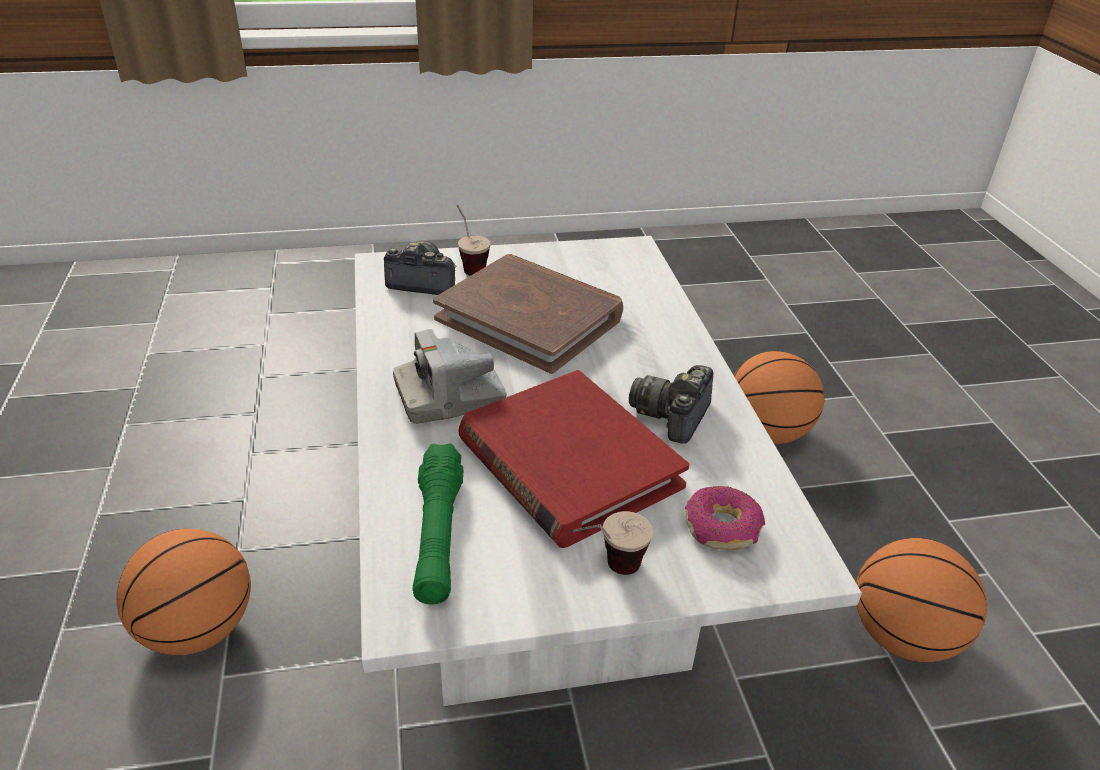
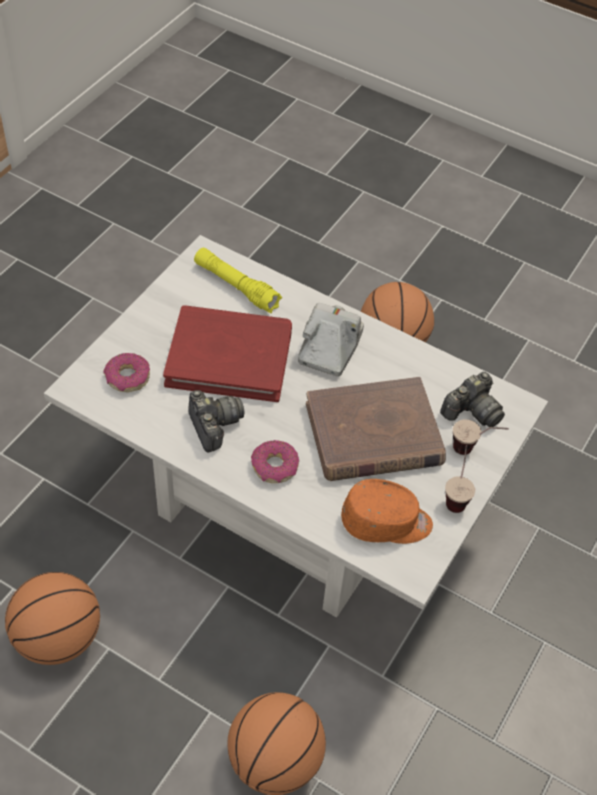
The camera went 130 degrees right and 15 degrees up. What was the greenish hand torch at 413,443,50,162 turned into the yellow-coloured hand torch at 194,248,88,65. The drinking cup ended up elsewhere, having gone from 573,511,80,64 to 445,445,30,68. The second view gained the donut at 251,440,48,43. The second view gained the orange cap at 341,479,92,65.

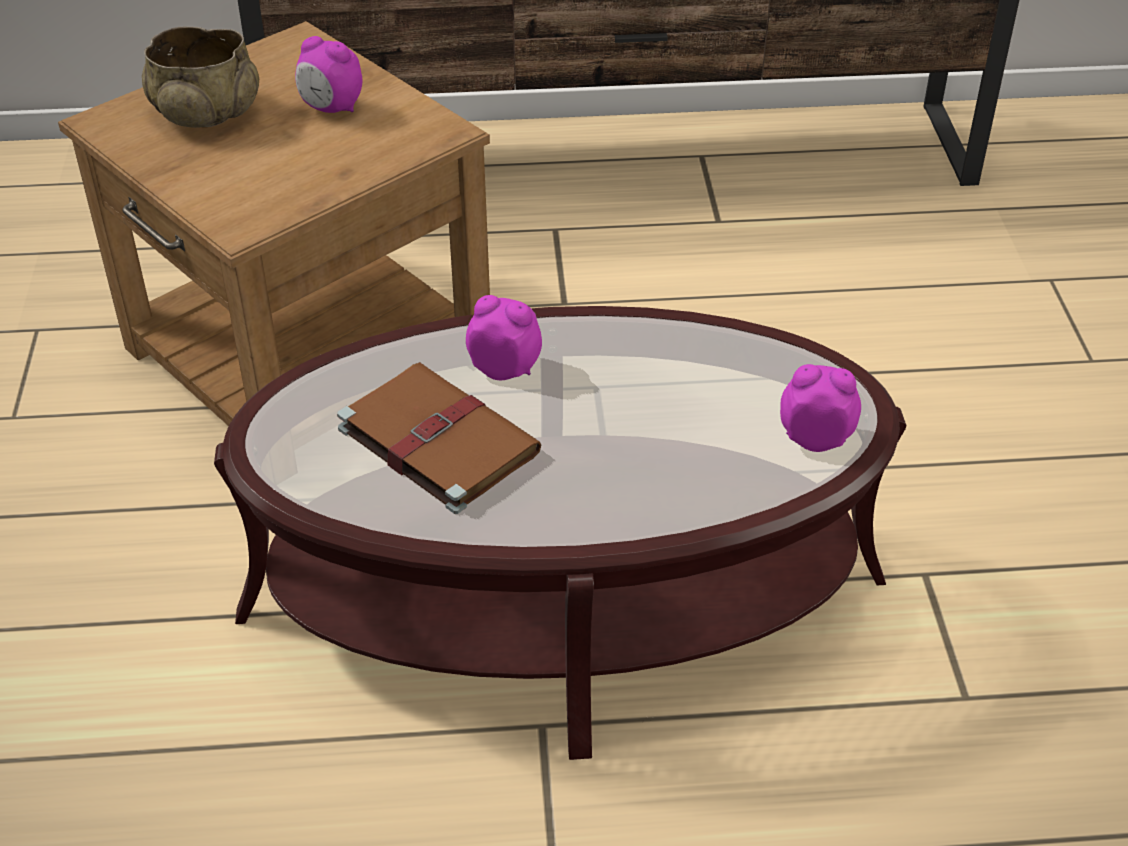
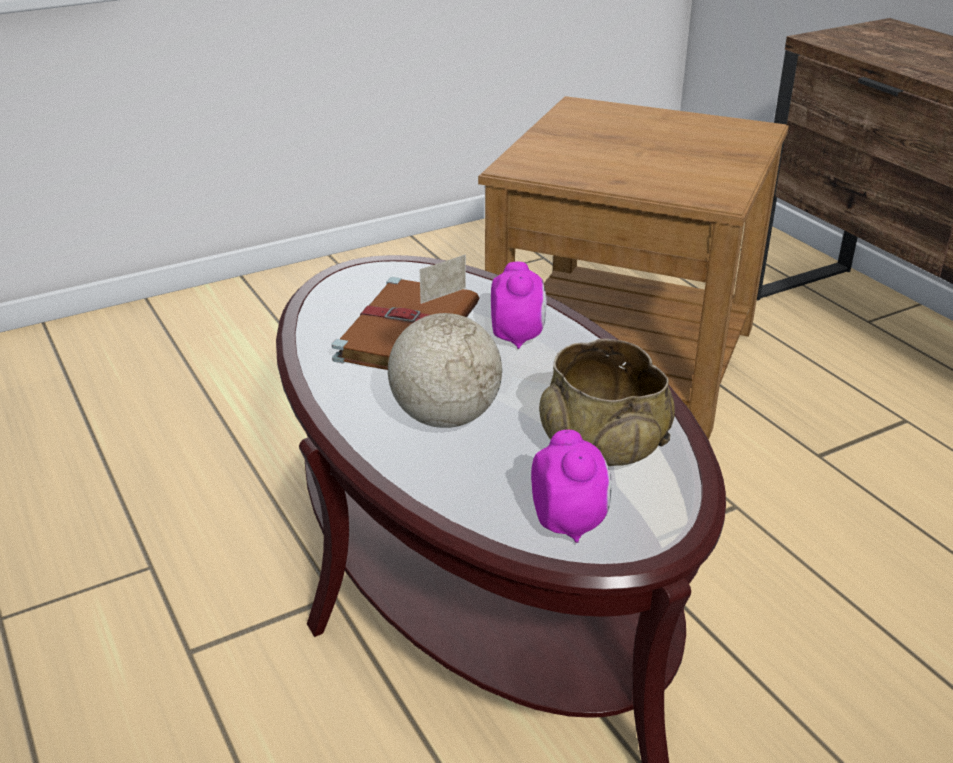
The camera went 65 degrees right and 10 degrees down. The beige-coloured serving bowl ended up elsewhere, having gone from 142,26,117,102 to 539,338,136,128. The second view lost the bedside clock at 295,36,67,77. The second view gained the globe at 388,255,114,173.

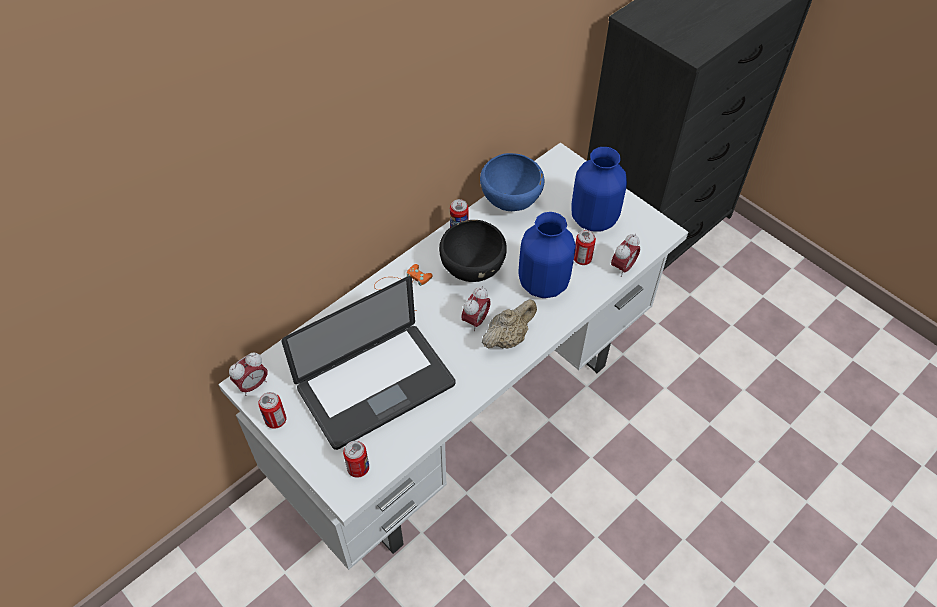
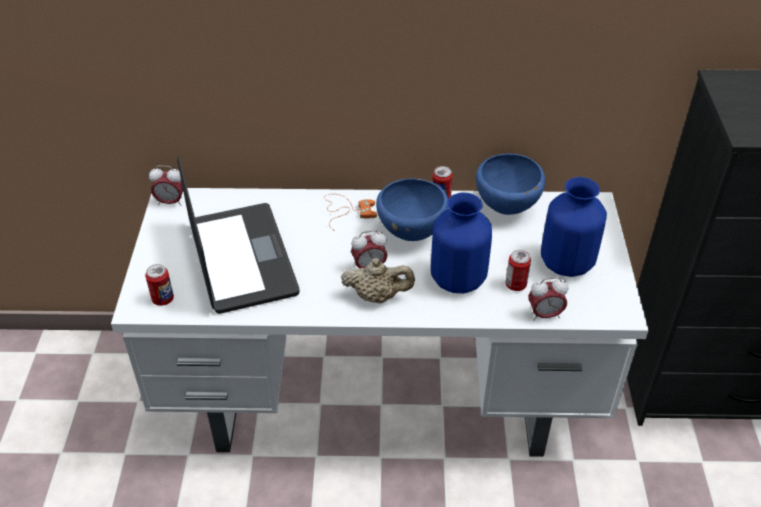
The camera went 45 degrees right and 10 degrees down. What was the black serving bowl at 439,220,68,62 turned into the blue-coloured serving bowl at 376,179,73,62. The notebook computer at 282,276,174,174 ended up facing another way, 120 degrees counterclockwise from before. The second view lost the can at 258,392,28,37.

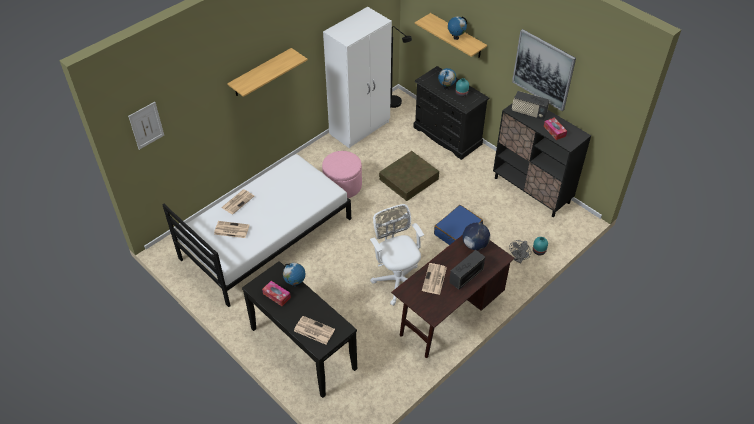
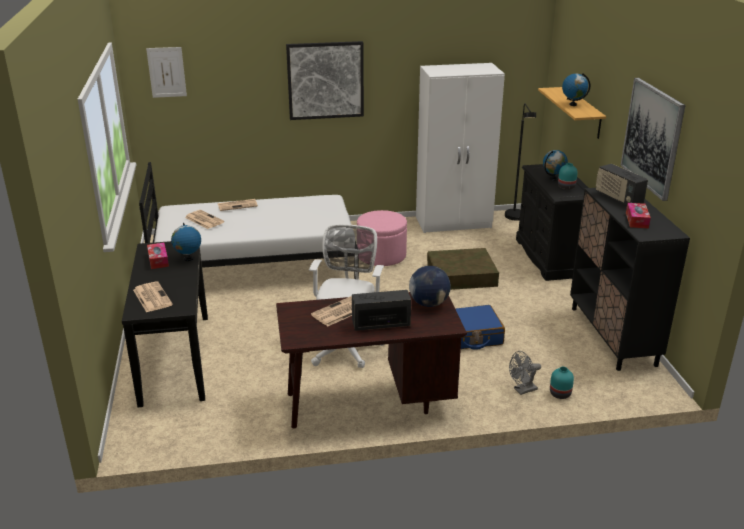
The camera went 35 degrees right and 20 degrees down. Where the wall shelf hung at 227,48,81,49, the wall art came to hang at 286,41,78,79.

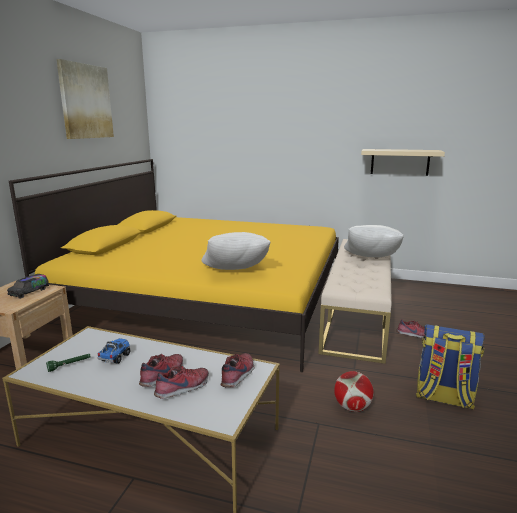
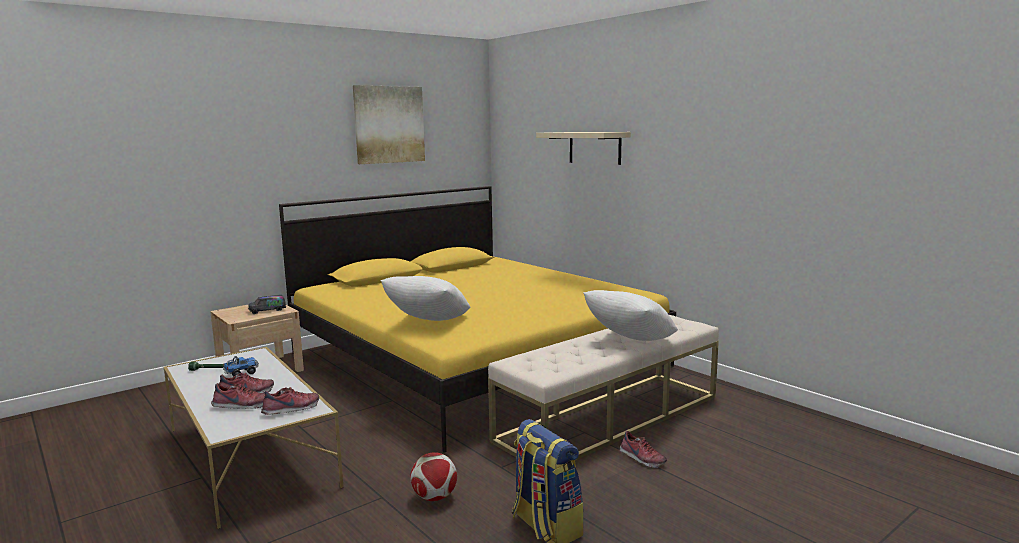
The camera went 35 degrees right and 5 degrees down. The beige-coloured wall shelf ended up elsewhere, having gone from 361,149,84,27 to 536,132,95,33.

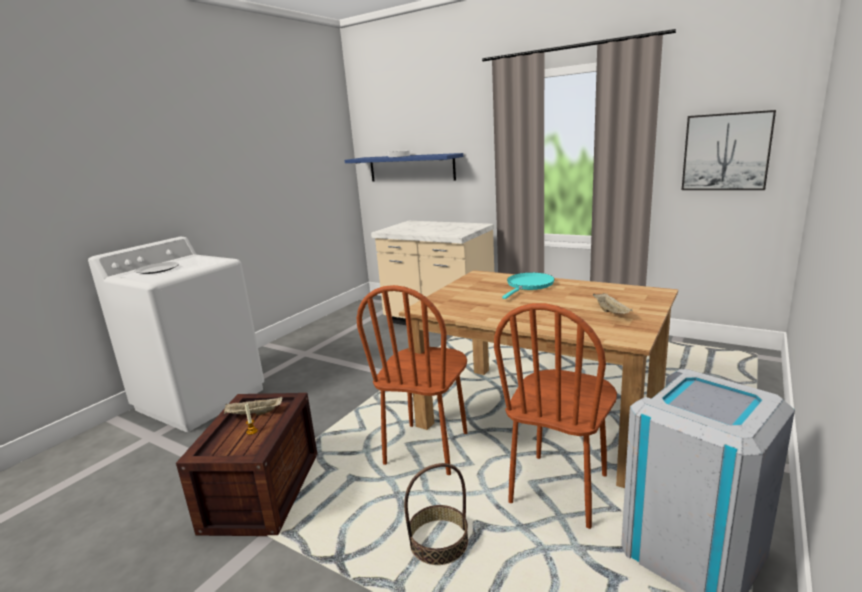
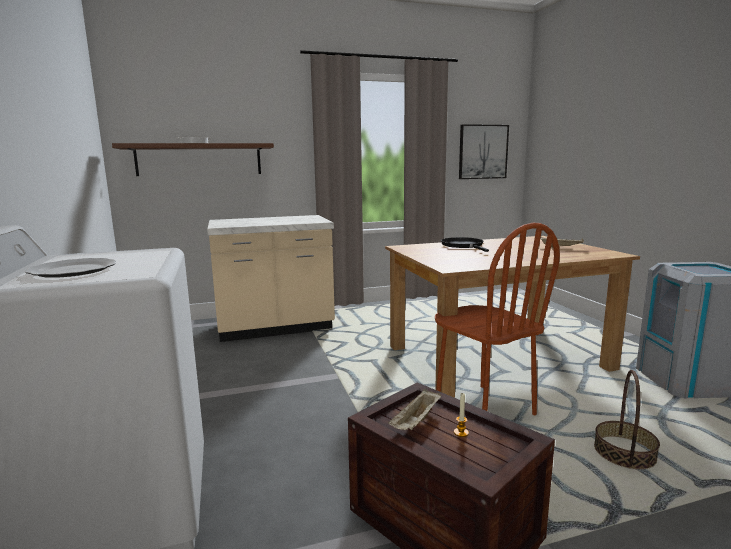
The camera went 50 degrees left and 5 degrees down. What was the blue-coloured wall shelf at 344,153,119,28 turned into the brownish wall shelf at 112,143,162,33. What was the turquoise frying pan at 502,273,53,26 turned into the black frying pan at 441,237,48,15. The second view lost the brownish chair at 494,303,123,226.

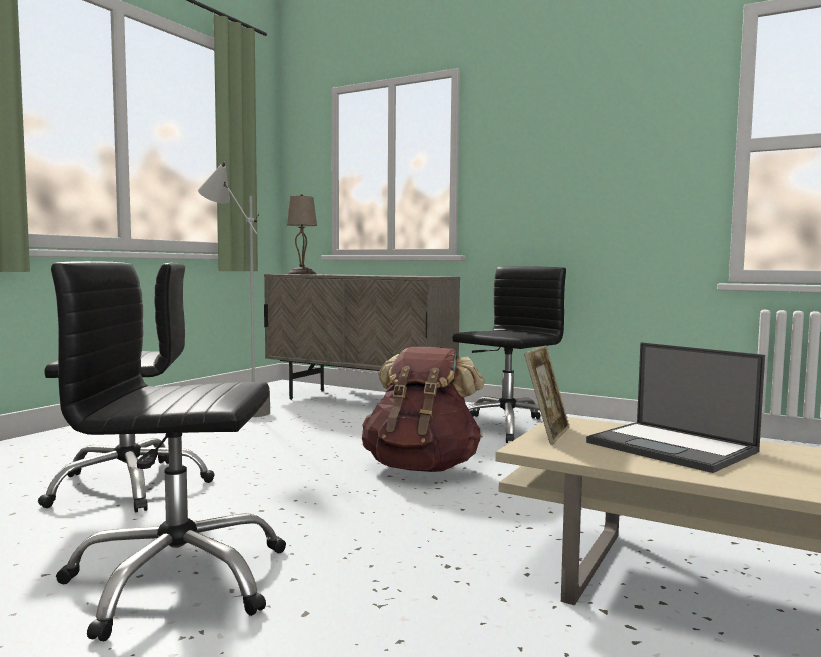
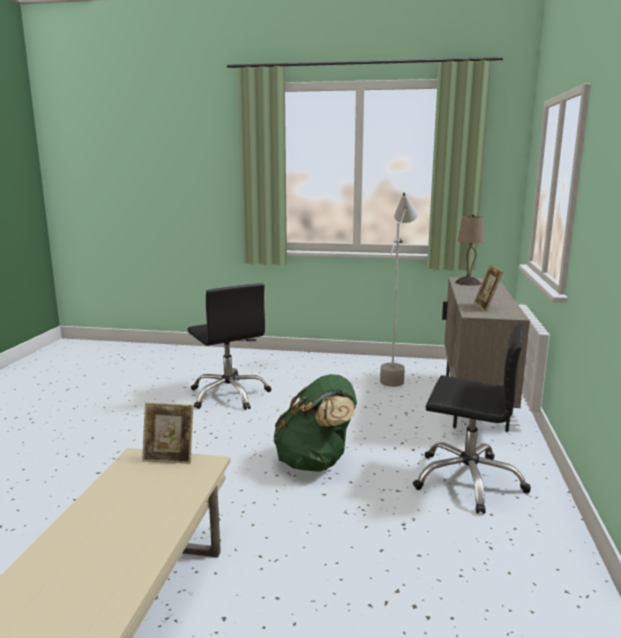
The camera went 70 degrees right and 10 degrees up. The second view lost the black desk chair at 51,261,235,380. The second view lost the notebook computer at 586,342,179,131. What was the brownish backpack at 362,347,122,125 turned into the greenish backpack at 273,374,84,98. The second view gained the photo frame at 474,264,29,48.

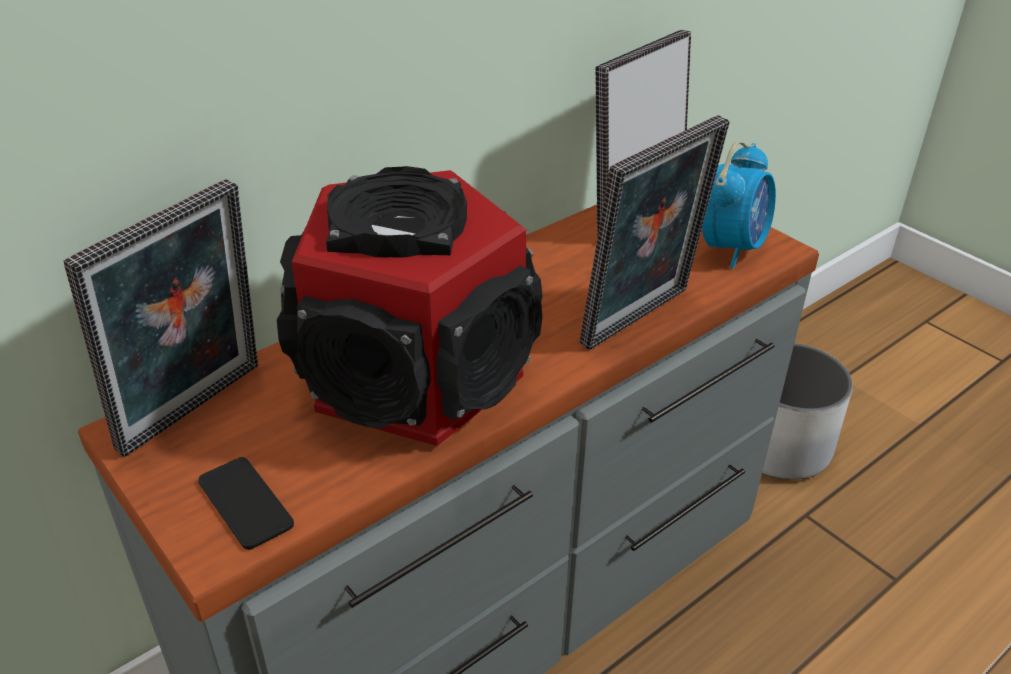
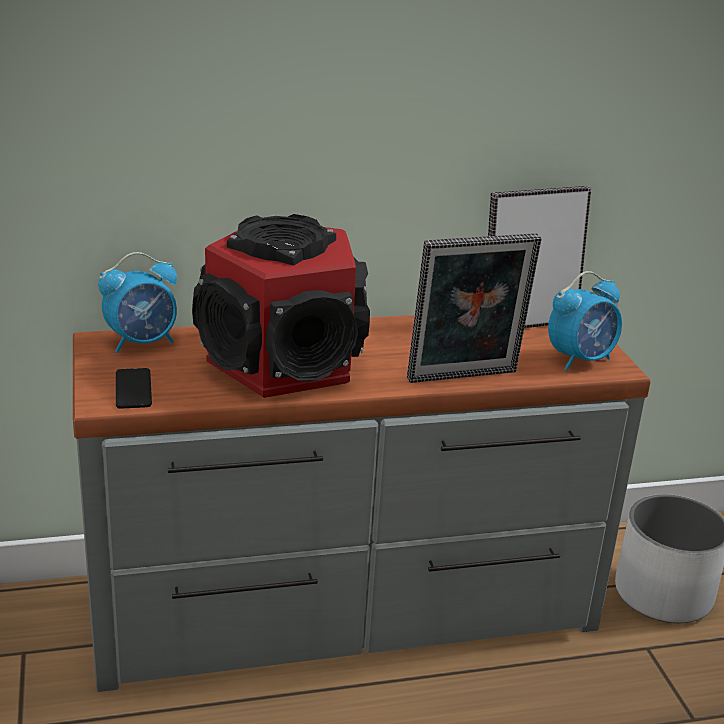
The camera went 25 degrees right and 10 degrees down. Where the photo frame stood at 64,179,194,278, the bedside clock came to stand at 98,252,79,101.

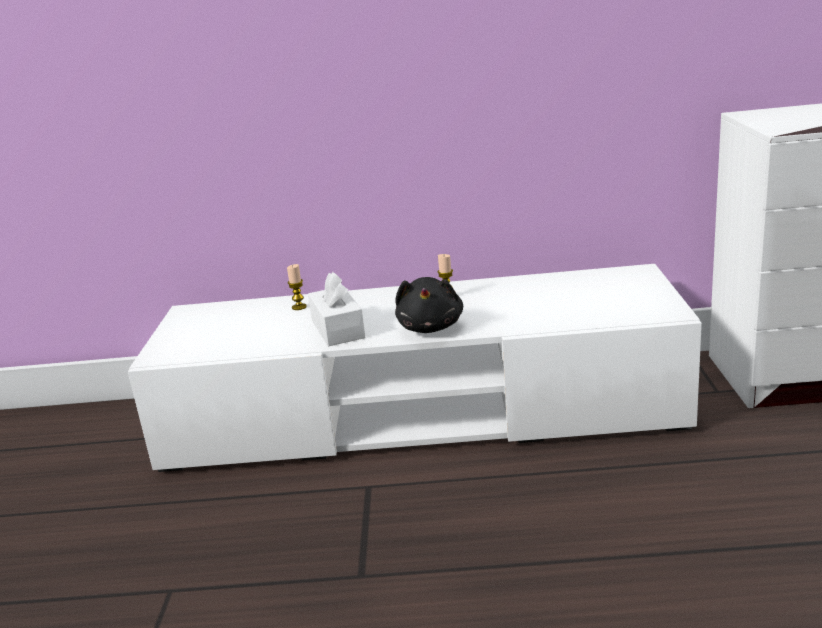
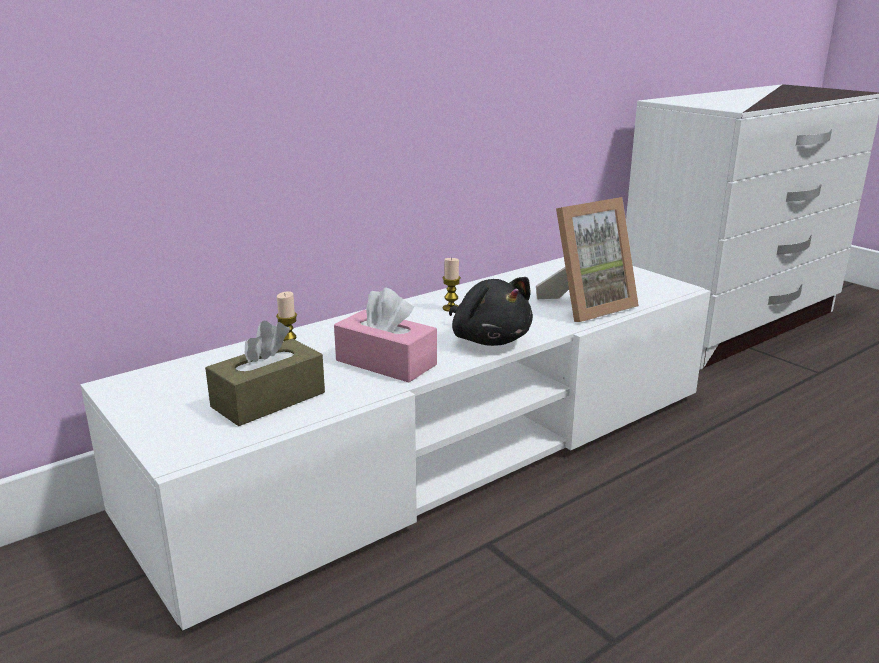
The camera went 40 degrees left and 0 degrees up. What was the whitish tissue box at 308,272,57,74 turned into the pink-coloured tissue box at 334,288,103,95. The second view gained the photo frame at 536,197,103,125. The second view gained the brownish tissue box at 205,321,120,105.

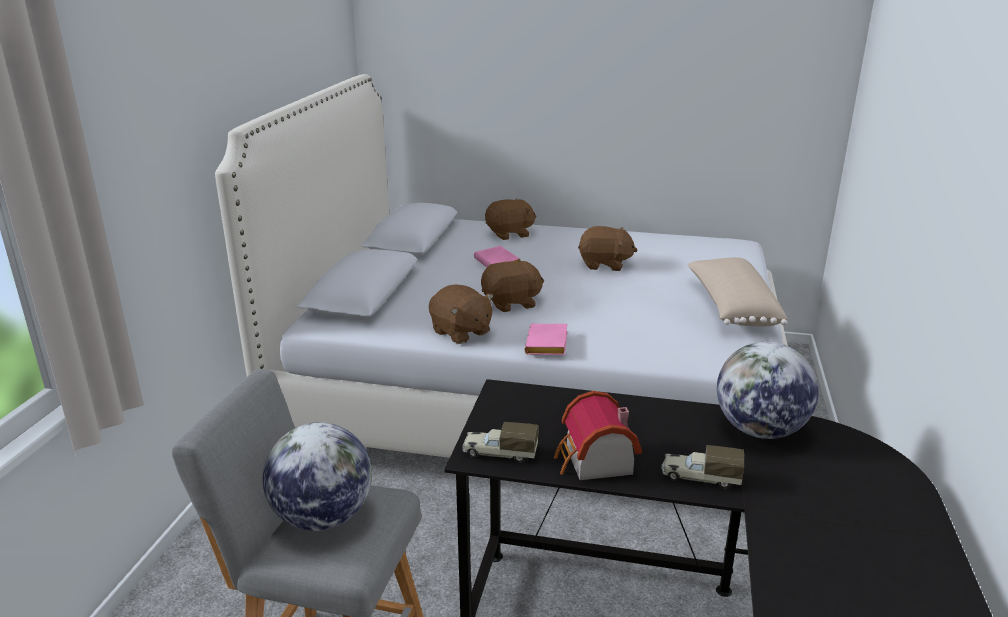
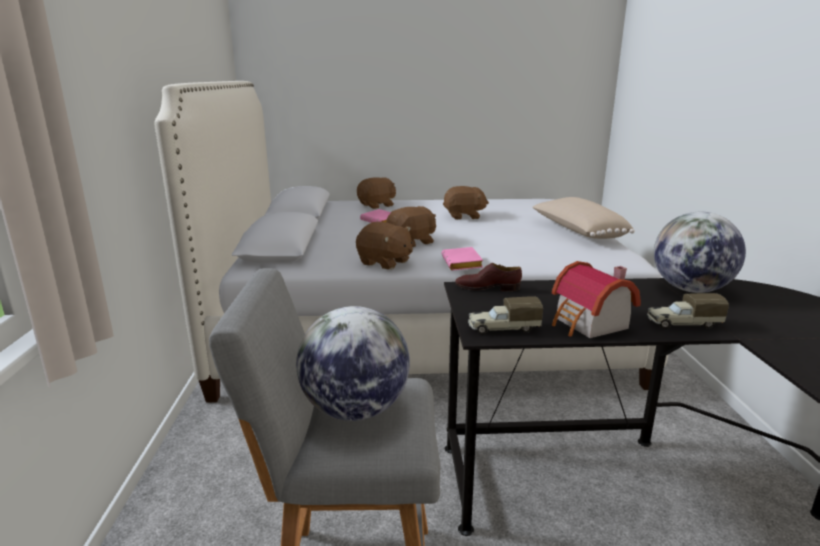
The camera went 15 degrees left and 5 degrees down. The second view gained the brownish shoe at 455,263,67,28.

